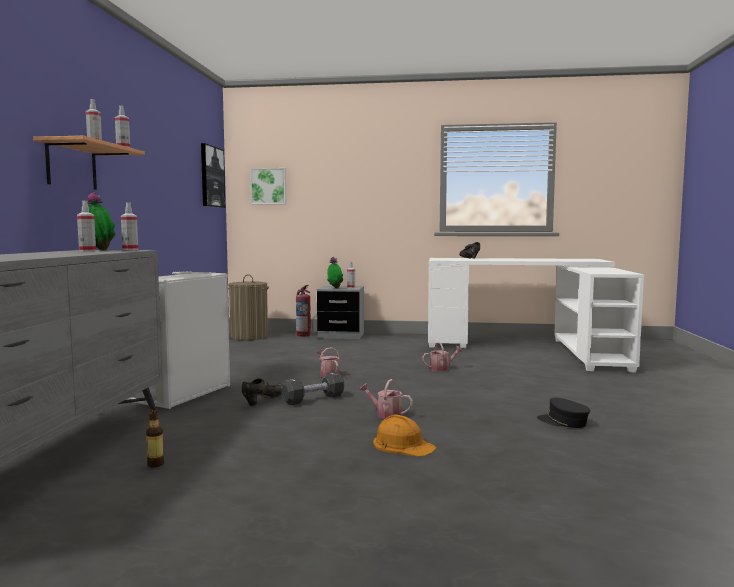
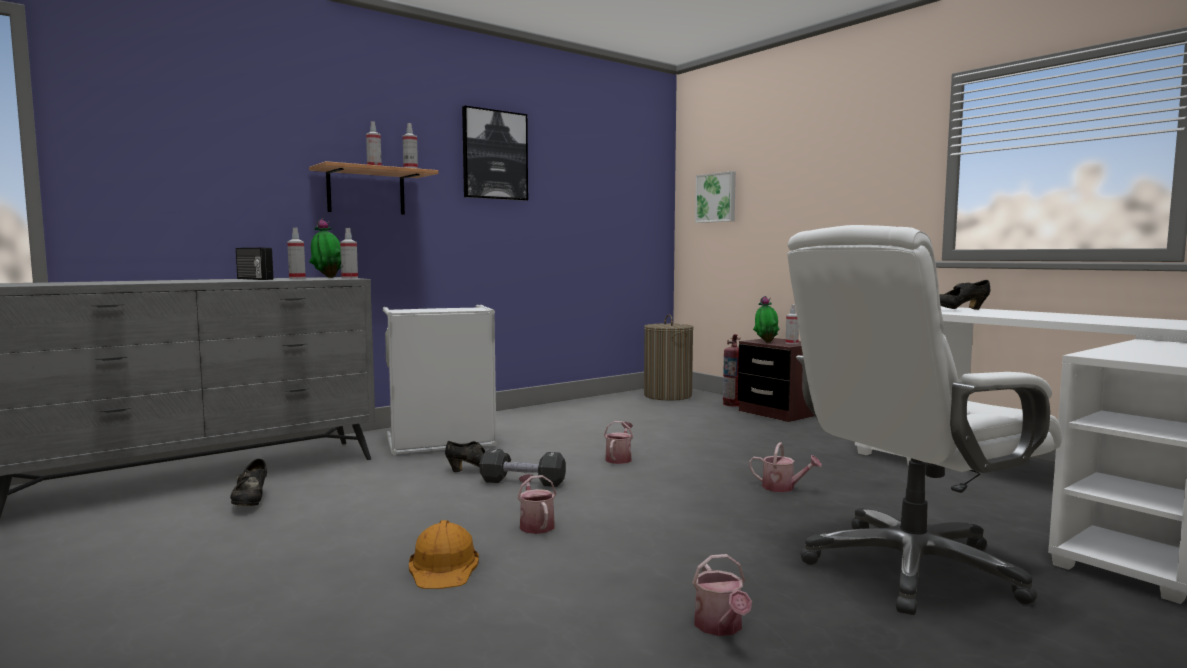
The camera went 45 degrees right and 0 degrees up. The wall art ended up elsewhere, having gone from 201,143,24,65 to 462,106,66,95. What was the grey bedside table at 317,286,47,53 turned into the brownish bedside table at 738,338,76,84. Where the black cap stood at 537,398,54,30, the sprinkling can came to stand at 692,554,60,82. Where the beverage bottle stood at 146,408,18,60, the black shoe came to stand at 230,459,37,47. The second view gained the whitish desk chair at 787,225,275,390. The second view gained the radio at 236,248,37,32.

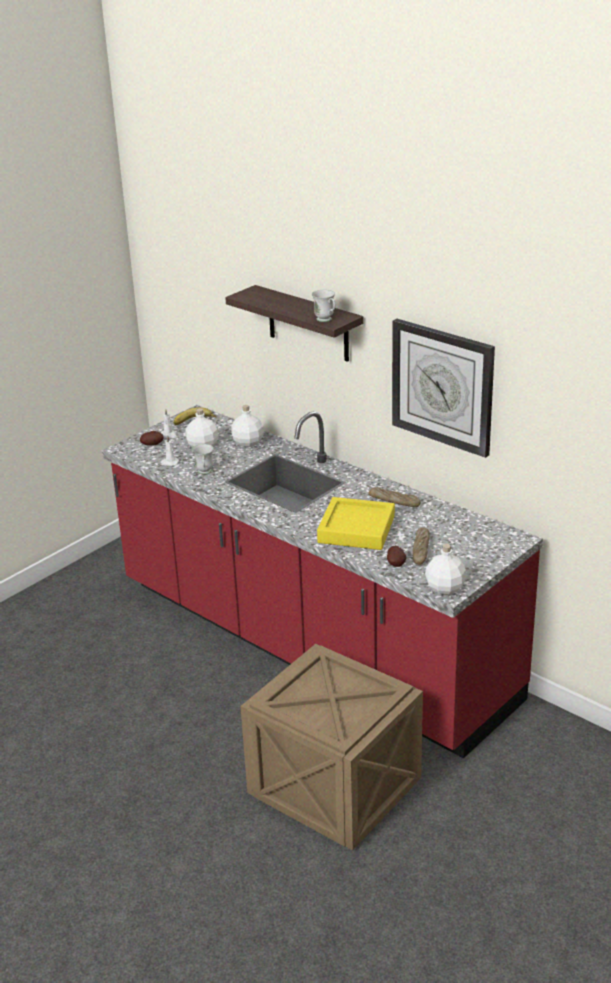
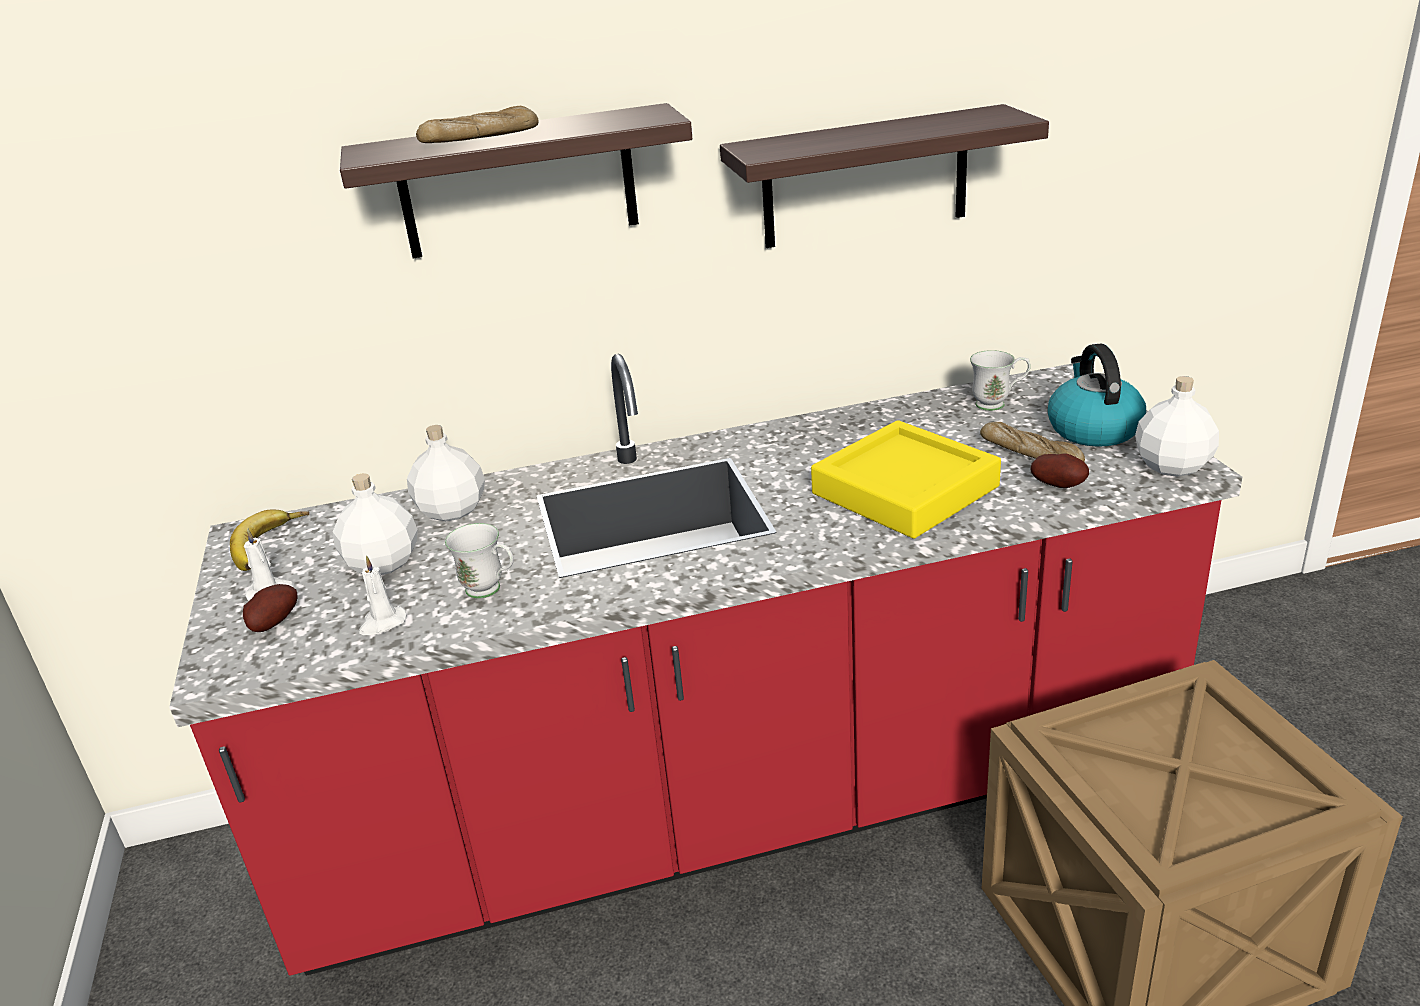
The camera went 55 degrees left and 0 degrees up. The whitish coffee mug ended up elsewhere, having gone from 312,290,24,32 to 970,350,61,61. Where the hanging clock hung at 392,319,103,139, the wall shelf came to hang at 720,104,329,144. The bakery bread ended up elsewhere, having gone from 369,487,52,20 to 416,106,123,37. The second view gained the kettle at 1047,344,99,103.

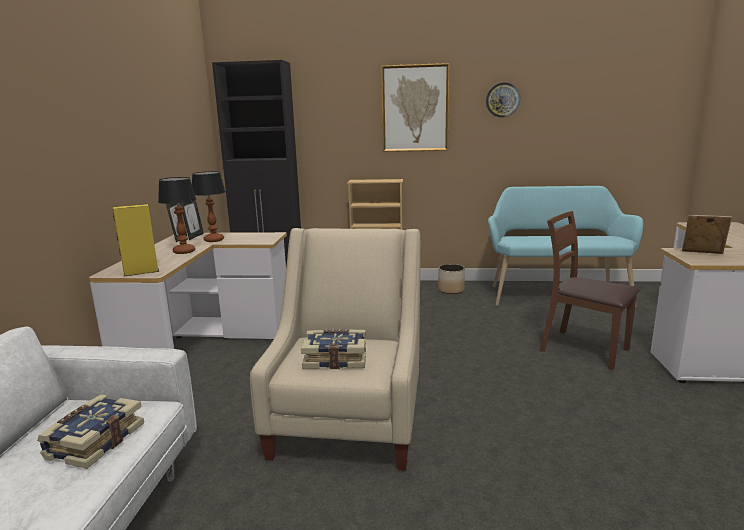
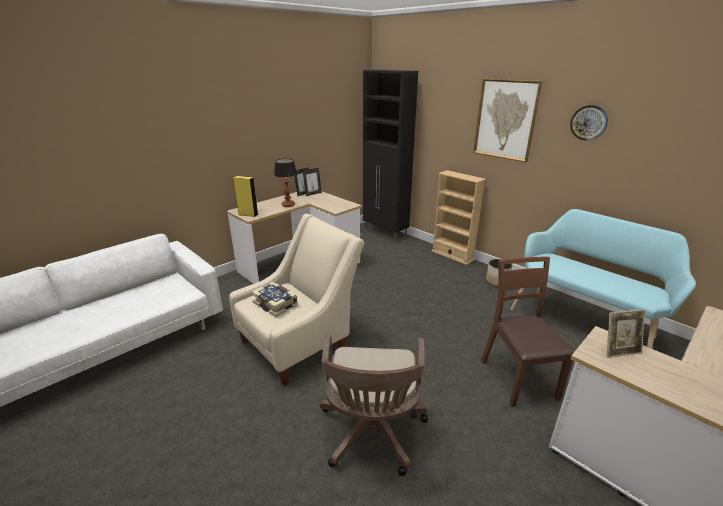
The camera went 40 degrees right and 10 degrees up. The second view lost the table lamp at 192,171,34,71. The photo frame at 682,215,50,39 ended up facing another way, 105 degrees clockwise from before. The second view lost the volume at 37,394,107,75. The second view gained the brownish desk chair at 320,334,108,142.

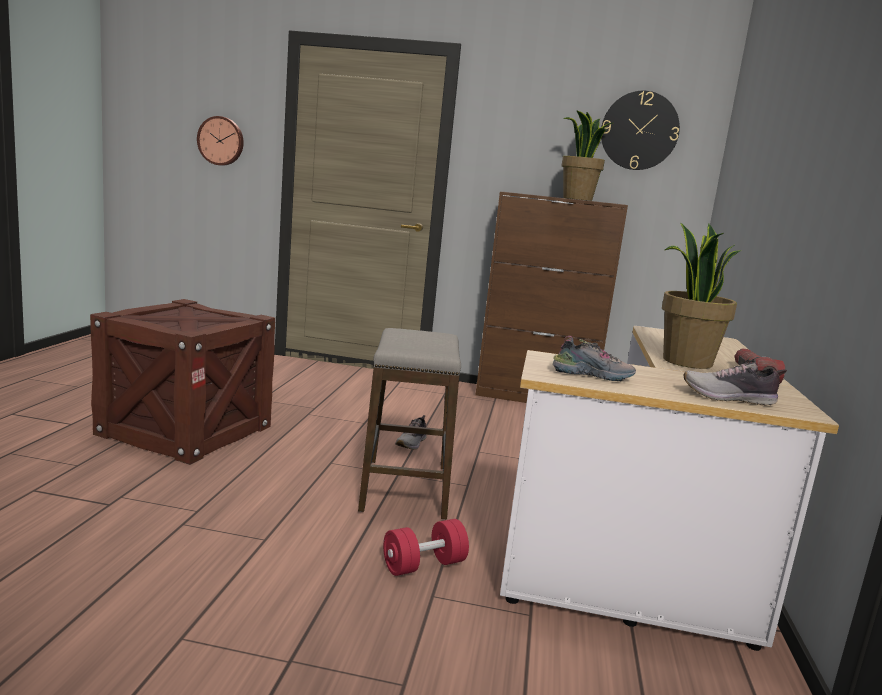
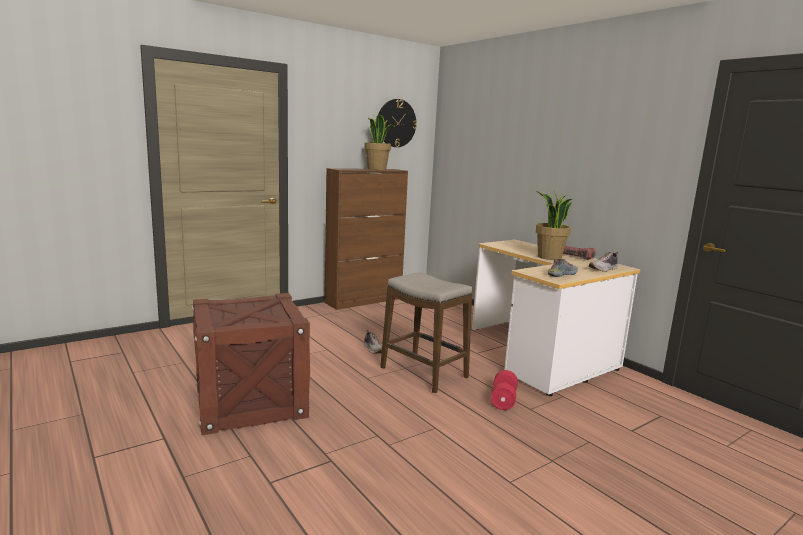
The camera went 45 degrees left and 0 degrees up. The second view lost the hanging clock at 197,116,47,50.

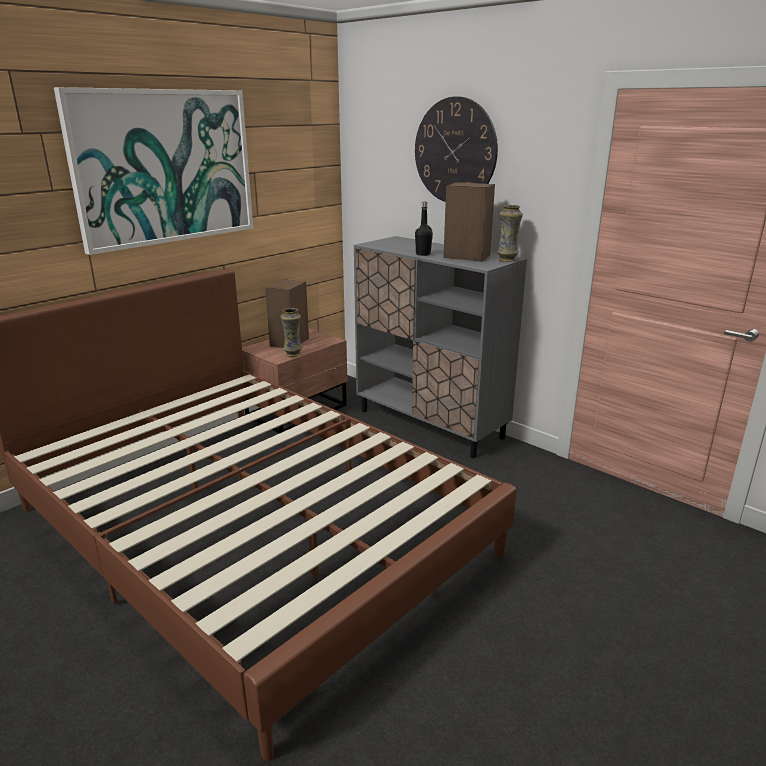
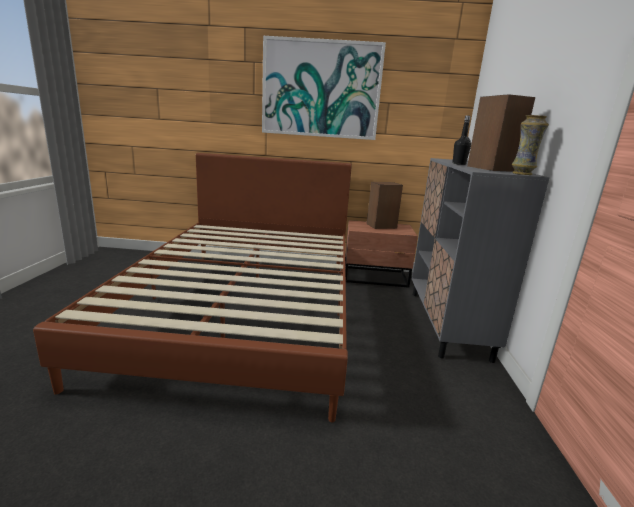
The camera went 50 degrees right and 5 degrees down. The second view lost the hanging clock at 415,96,83,106. The second view lost the flower vase at 280,308,22,49.

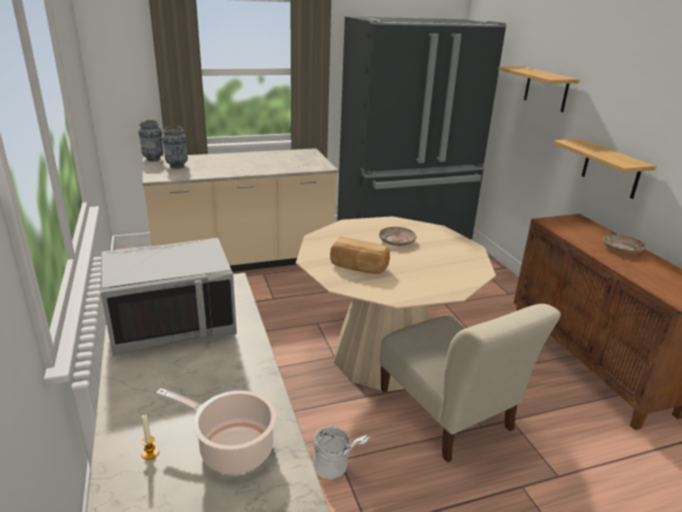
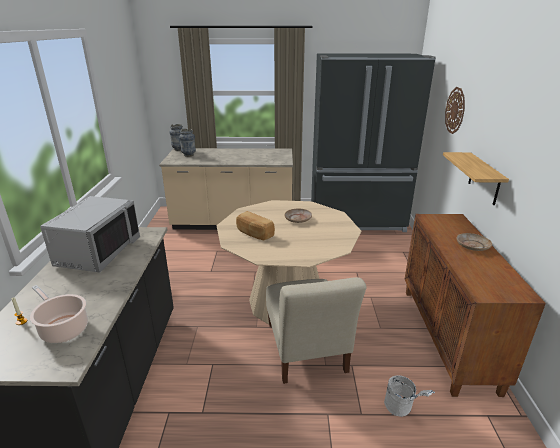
The camera went 20 degrees right and 0 degrees up. Where the wall shelf hung at 498,66,81,46, the hanging clock came to hang at 445,87,20,47. The grey kitchen microwave at 101,238,136,118 ended up facing another way, 75 degrees counterclockwise from before. The whitish water bucket ended up elsewhere, having gone from 313,427,58,52 to 384,375,51,42.

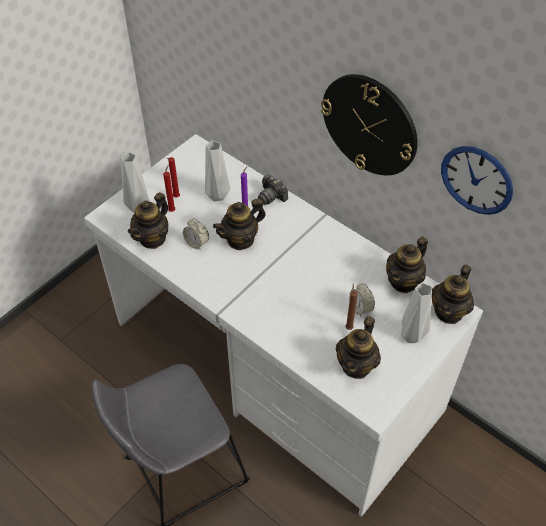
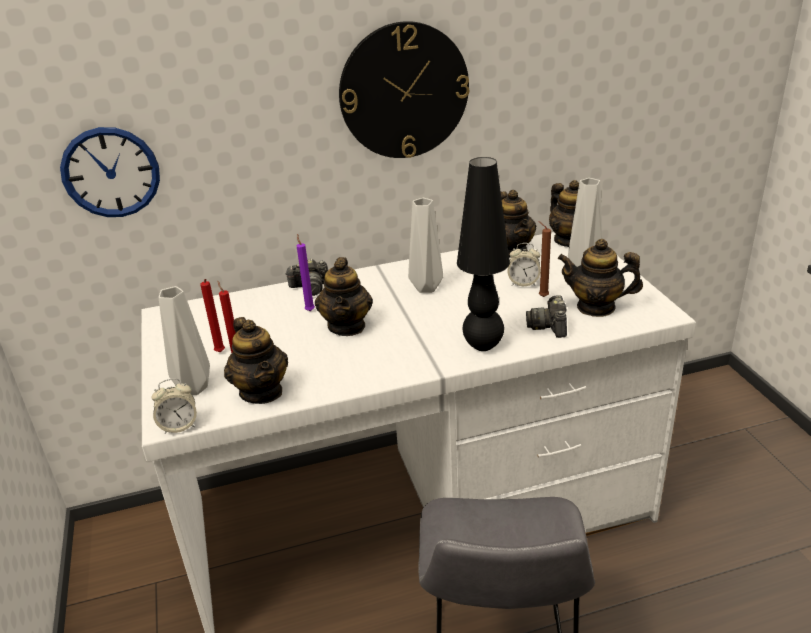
The camera went 55 degrees left and 20 degrees down. The grey flower vase ended up elsewhere, having gone from 205,140,25,61 to 408,198,35,95. The hanging clock ended up elsewhere, having gone from 441,146,72,69 to 60,127,100,90. The bedside clock ended up elsewhere, having gone from 183,218,26,31 to 151,379,46,55. The teapot at 336,316,45,63 ended up facing another way, 135 degrees clockwise from before. The second view gained the black table lamp at 457,157,53,194. The second view gained the still camera at 526,295,41,43.

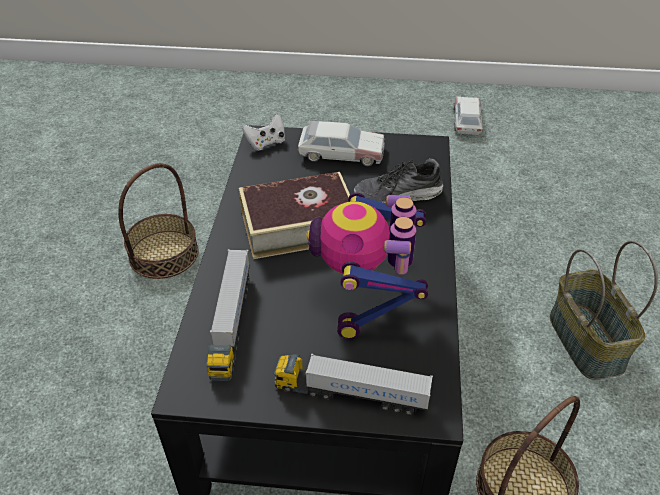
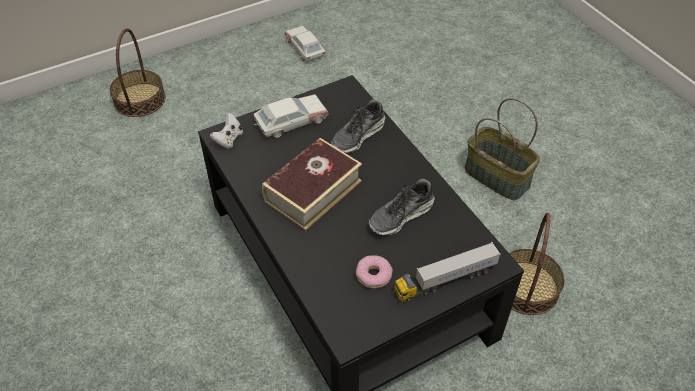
The camera went 35 degrees left and 5 degrees up. The household basket ended up elsewhere, having gone from 118,163,81,116 to 110,28,56,89. Where the model robot stood at 306,193,122,146, the shoe came to stand at 369,179,66,56. The second view lost the toy truck at 206,249,44,132. The second view gained the donut at 356,255,37,33.

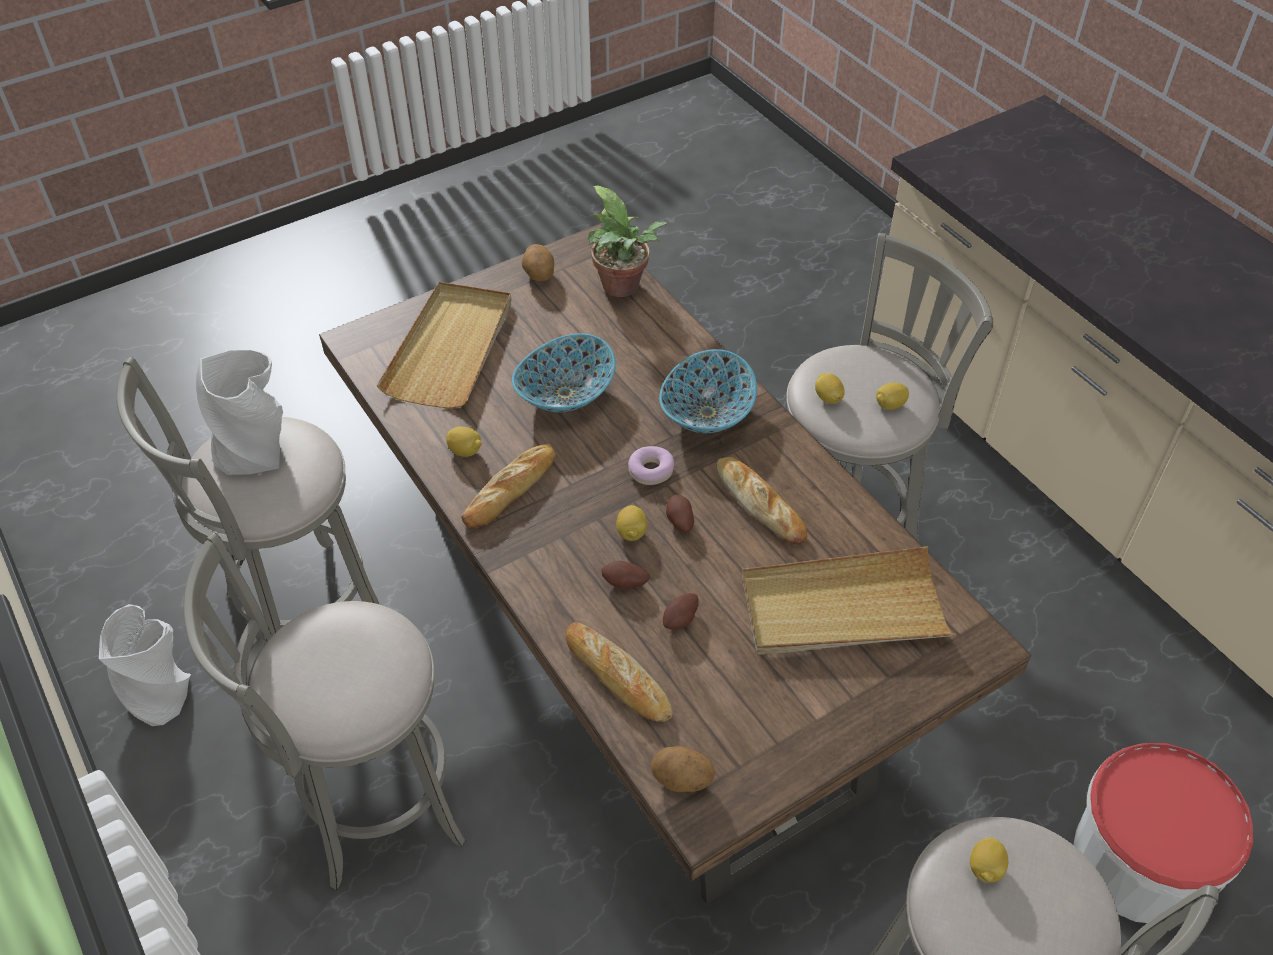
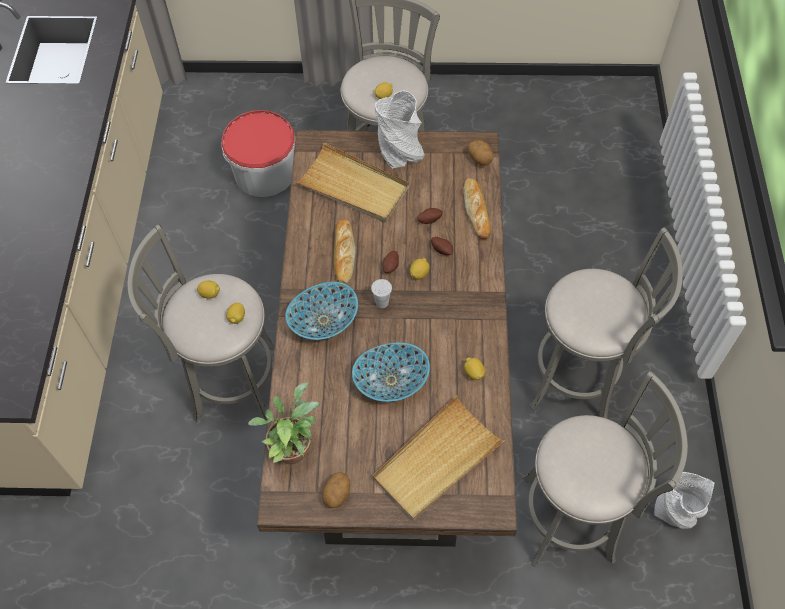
The camera went 145 degrees left and 10 degrees up. The grey flower vase ended up elsewhere, having gone from 196,350,87,125 to 375,90,50,79. The second view lost the bakery bread at 461,444,95,84. Where the donut stood at 628,446,46,39, the whitish drinking cup came to stand at 371,279,21,29.

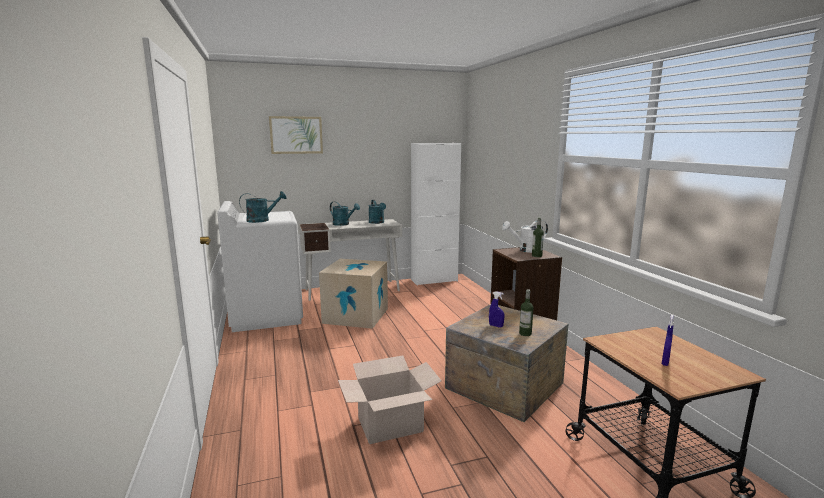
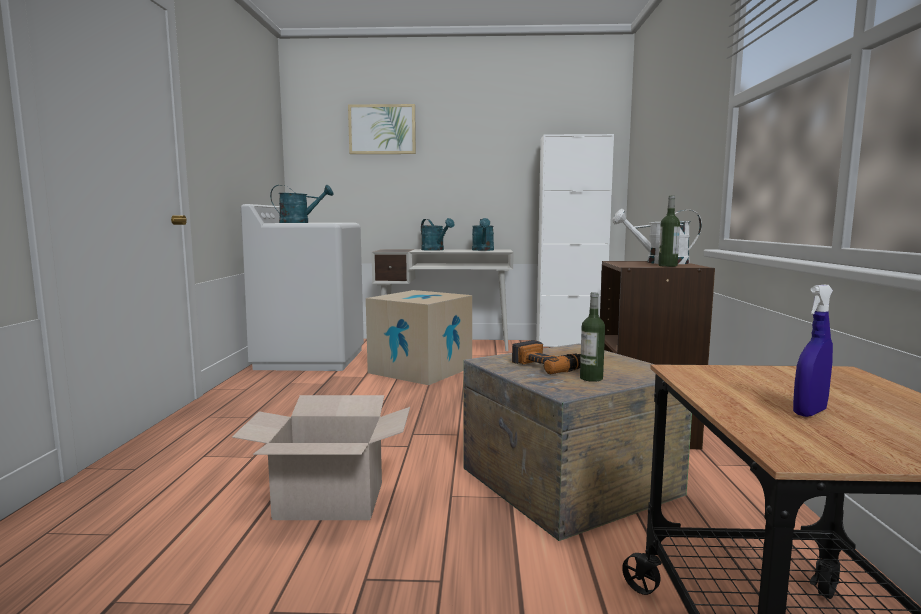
The camera went 20 degrees right and 5 degrees down. Where the blue-coloured sprayer stood at 489,291,15,36, the power drill came to stand at 512,340,69,34.

